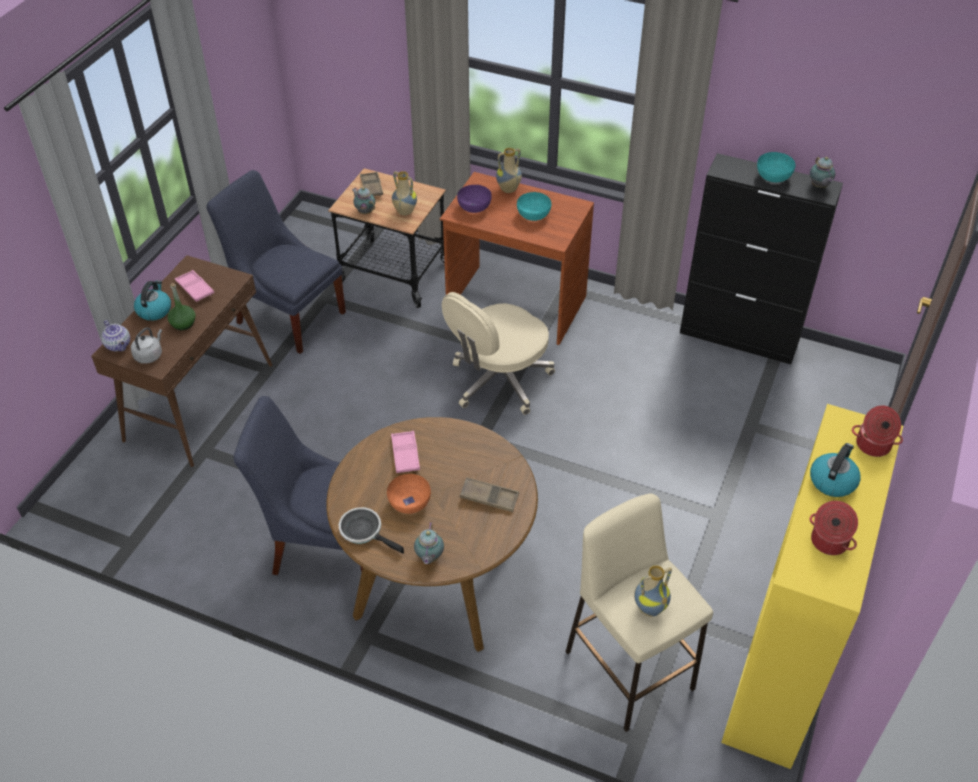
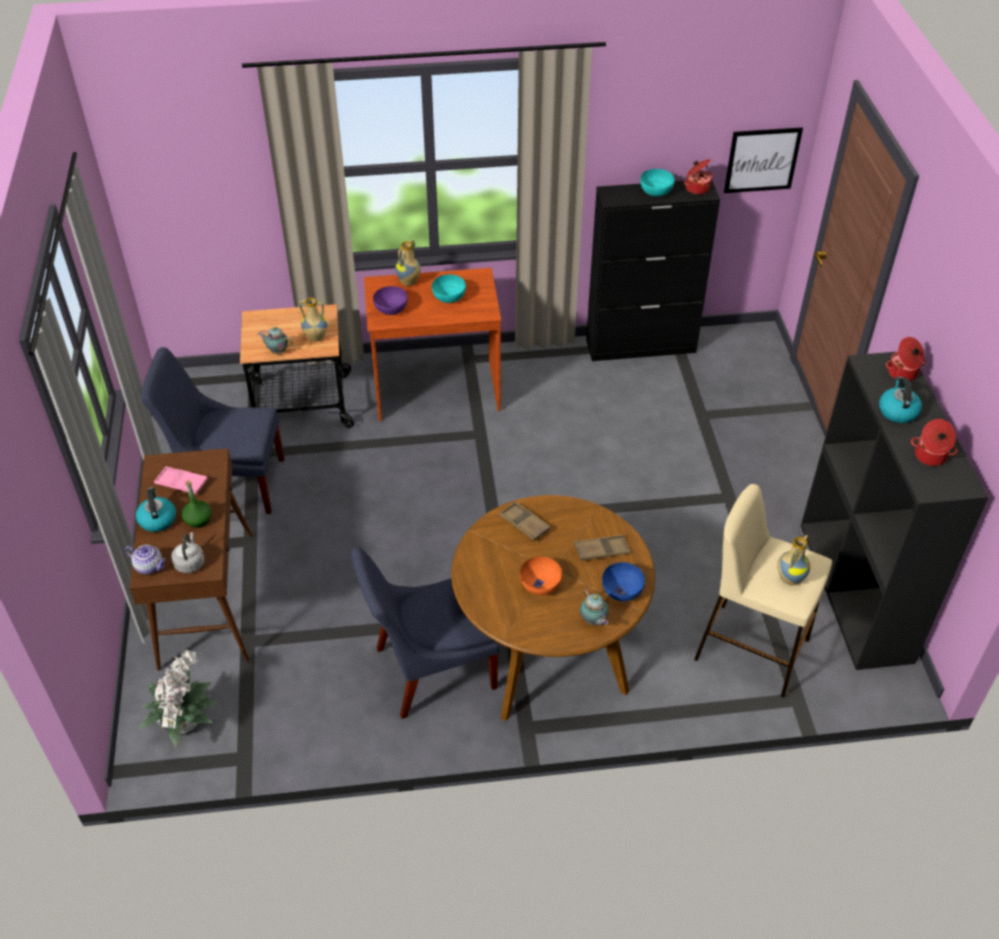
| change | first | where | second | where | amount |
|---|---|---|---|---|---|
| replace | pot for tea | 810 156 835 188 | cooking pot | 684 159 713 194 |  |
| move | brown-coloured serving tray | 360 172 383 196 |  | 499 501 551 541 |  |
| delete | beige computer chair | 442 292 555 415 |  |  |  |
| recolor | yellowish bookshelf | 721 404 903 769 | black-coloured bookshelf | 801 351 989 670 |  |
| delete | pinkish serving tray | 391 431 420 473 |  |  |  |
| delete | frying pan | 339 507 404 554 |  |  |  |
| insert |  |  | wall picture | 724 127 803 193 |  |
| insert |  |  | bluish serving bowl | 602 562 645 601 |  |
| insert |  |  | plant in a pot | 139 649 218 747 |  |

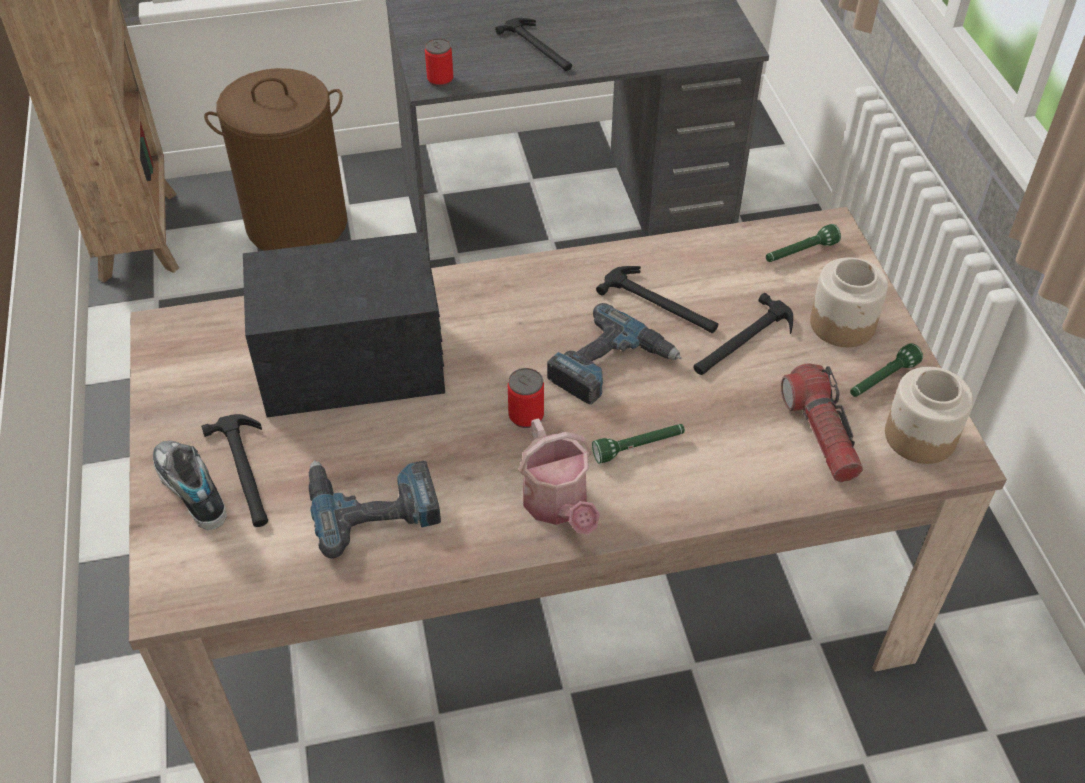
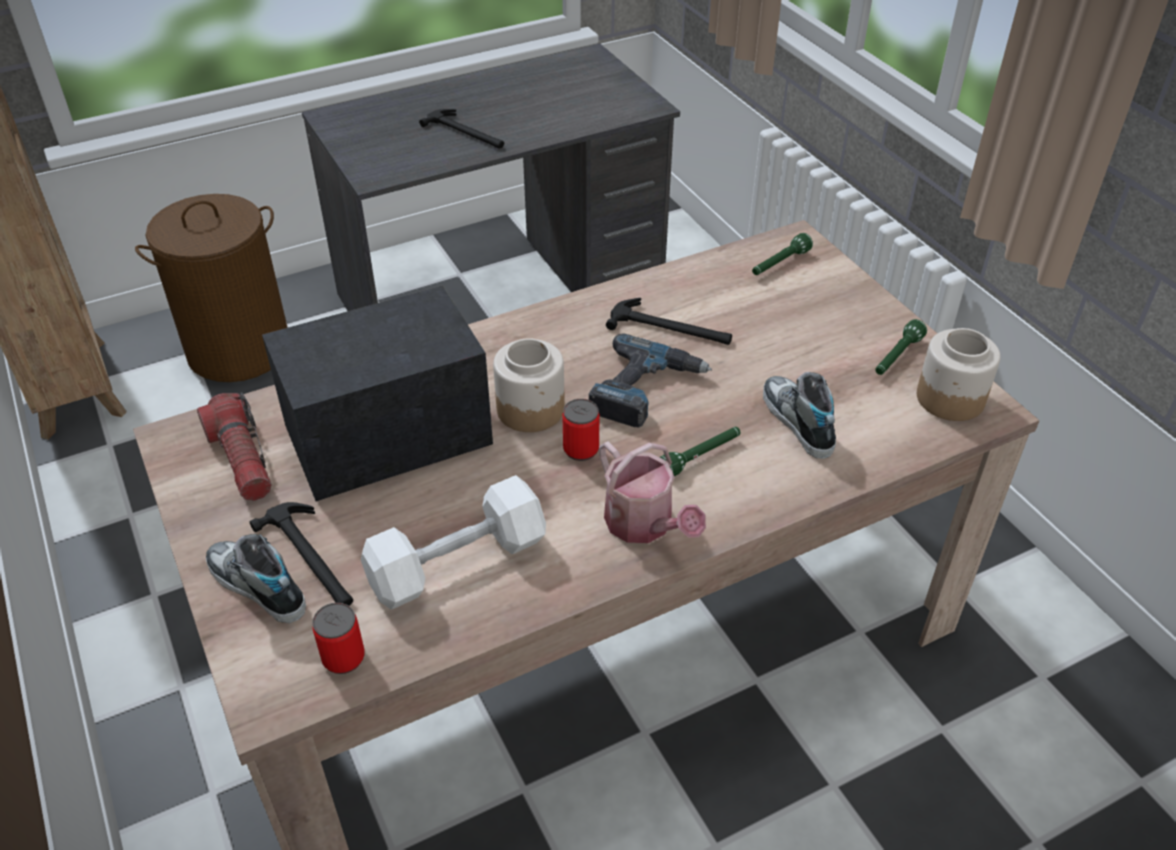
| change | first | where | second | where | amount |
|---|---|---|---|---|---|
| move | sealed can | 425 38 453 87 |  | 313 603 365 674 |  |
| move | storage jar | 810 257 888 347 |  | 493 338 565 432 |  |
| delete | hand hammer | 693 293 793 375 |  |  |  |
| move | torch | 781 363 863 482 |  | 197 392 272 501 |  |
| replace | drill | 309 460 441 559 | white-coloured free weight | 361 475 546 610 |  |
| insert |  |  | low shoe | 763 372 836 459 |  |

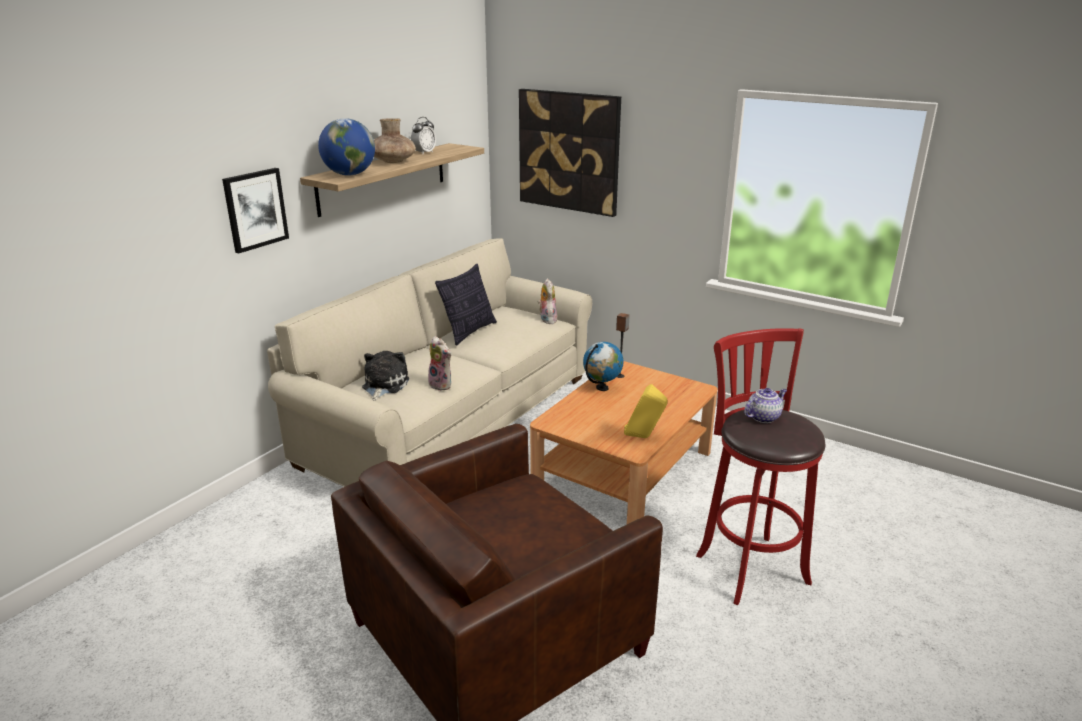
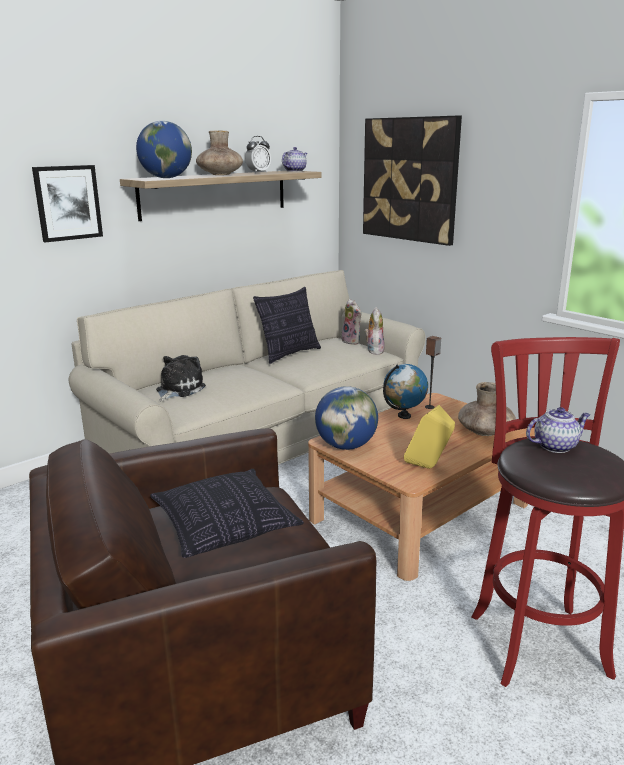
| change | first | where | second | where | amount |
|---|---|---|---|---|---|
| move | soft toy | 428 336 452 391 |  | 342 299 362 345 |  |
| insert |  |  | pot for tea | 282 147 307 172 |  |
| insert |  |  | brown-coloured decorative vase | 458 382 516 436 |  |
| insert |  |  | world globe | 315 386 378 450 |  |
| insert |  |  | pillow | 150 469 304 558 |  |

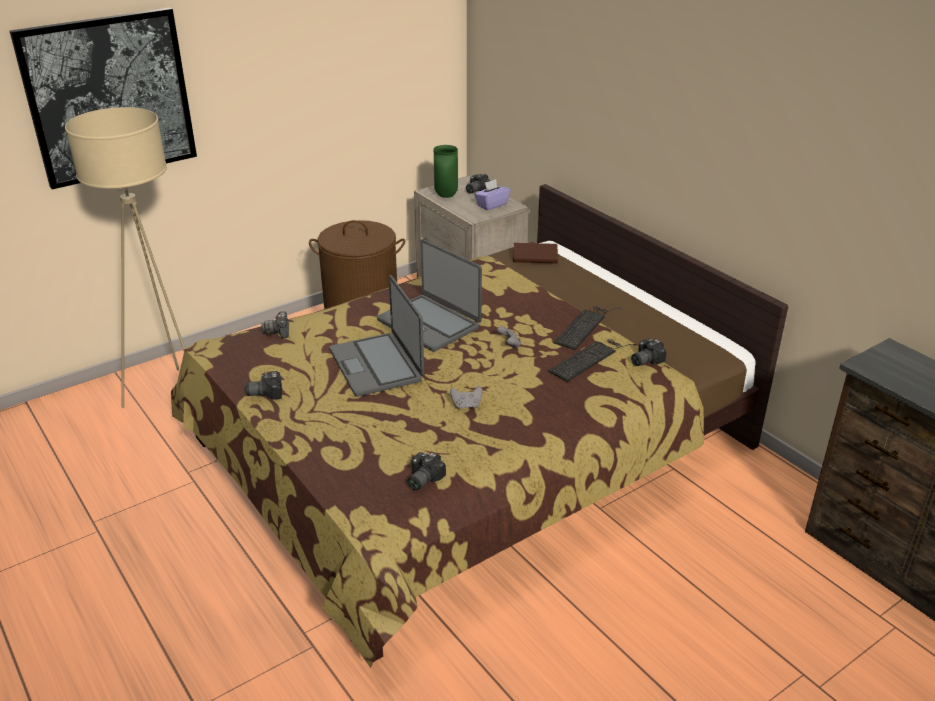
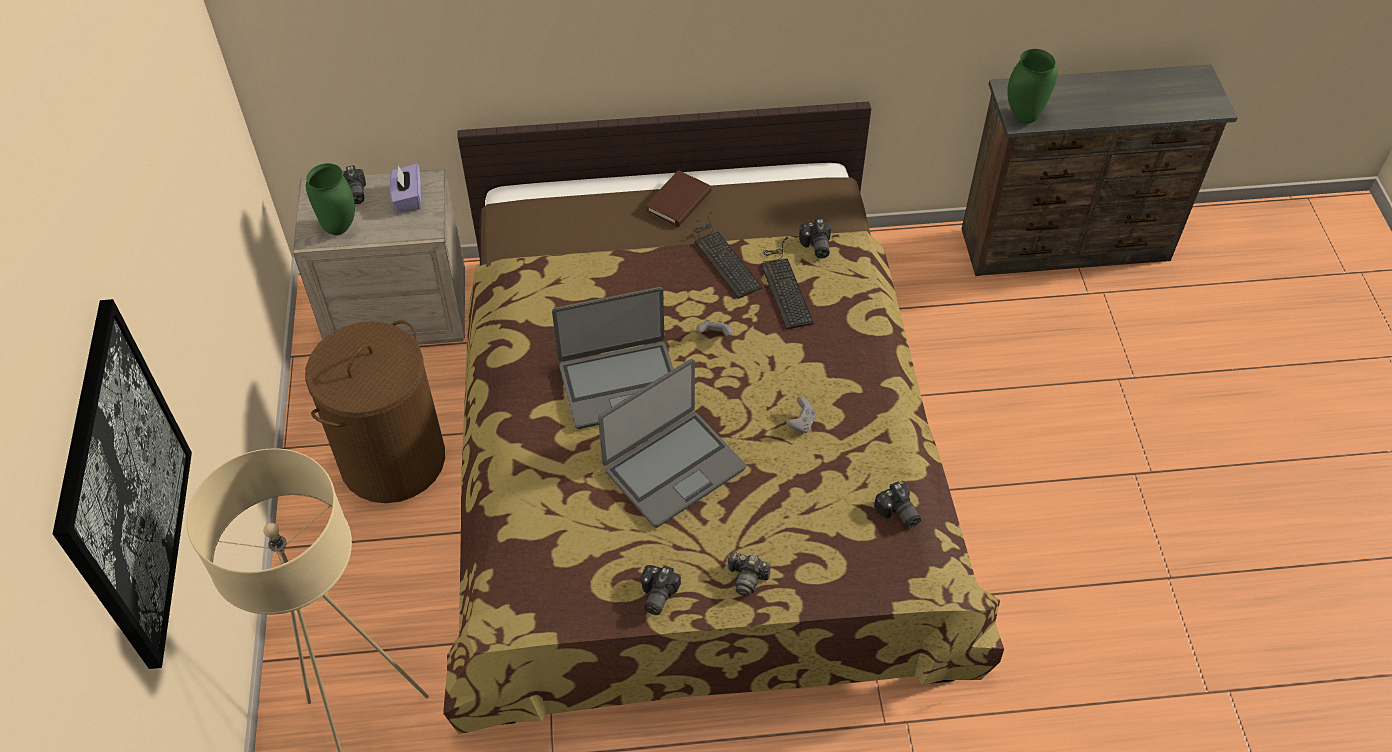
| change | first | where | second | where | amount |
|---|---|---|---|---|---|
| move | brown-coloured volume | 513 243 558 263 |  | 645 170 712 227 |  |
| rotate | laptop | 330 275 424 397 |  | 598 359 746 528 | 45 degrees counterclockwise |
| move | photo camera | 261 311 289 339 |  | 727 552 770 596 |  |
| insert |  |  | green-coloured decorative vase | 1007 49 1058 124 |  |

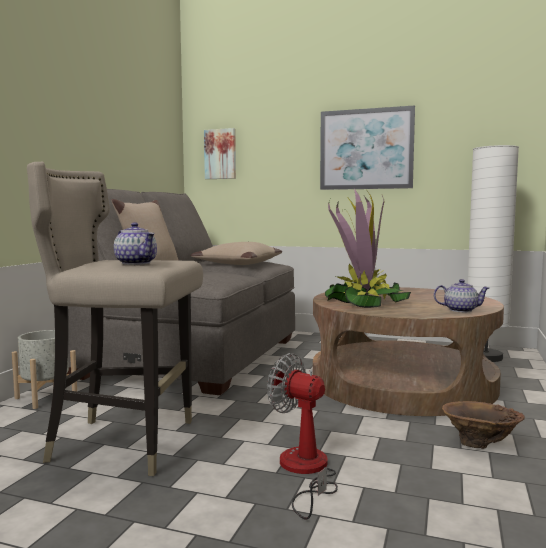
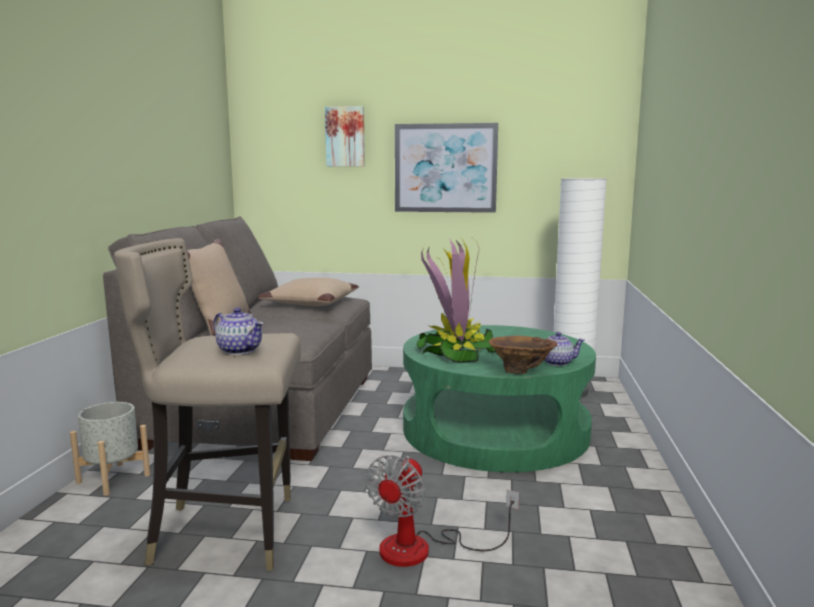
| change | first | where | second | where | amount |
|---|---|---|---|---|---|
| move | wall picture | 204 128 236 179 |  | 325 106 365 167 |  |
| recolor | brown-coloured coffee table | 313 287 504 416 | green-coloured coffee table | 403 325 596 472 |  |
| rotate | cooling fan | 267 353 338 520 |  | 366 455 519 567 | 90 degrees counterclockwise |
| move | brown-coloured decorative vase | 442 401 525 449 |  | 489 336 557 374 |  |

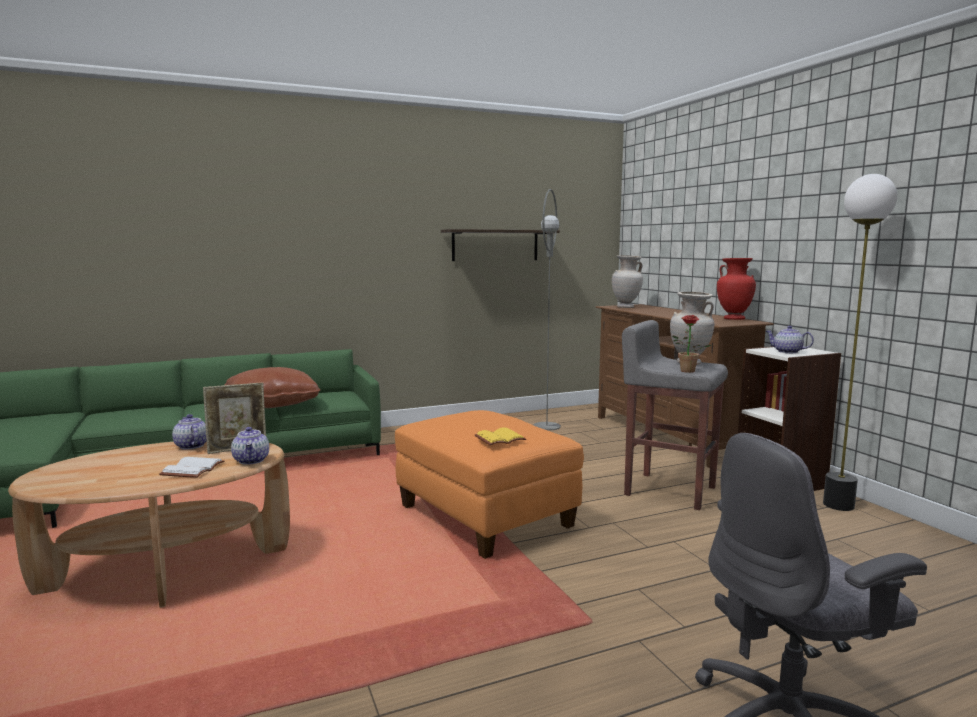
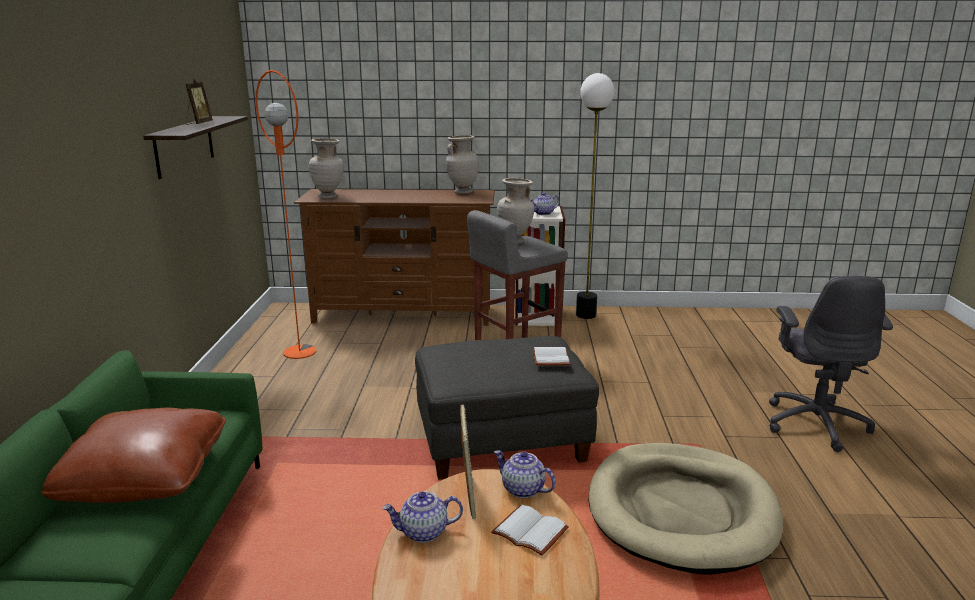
| change | first | where | second | where | amount |
|---|---|---|---|---|---|
| recolor | grey standing lamp | 533 189 561 431 | orange-coloured standing lamp | 255 70 316 359 |  |
| recolor | red-coloured decorative vase | 717 258 756 320 | beige decorative vase | 446 135 479 194 |  |
| delete | plant in a pot | 672 315 711 373 |  |  |  |
| recolor | orange-coloured ottoman | 395 410 584 559 | grey ottoman | 415 336 599 480 |  |
| rotate | pot for tea | 231 427 269 465 |  | 494 450 556 498 | 150 degrees counterclockwise |
| recolor | yellowish volume | 475 427 526 445 | white-coloured volume | 532 347 570 365 |  |
| insert |  |  | photo frame | 185 78 213 125 |  |
| insert |  |  | beige dog cushion | 589 443 783 575 |  |

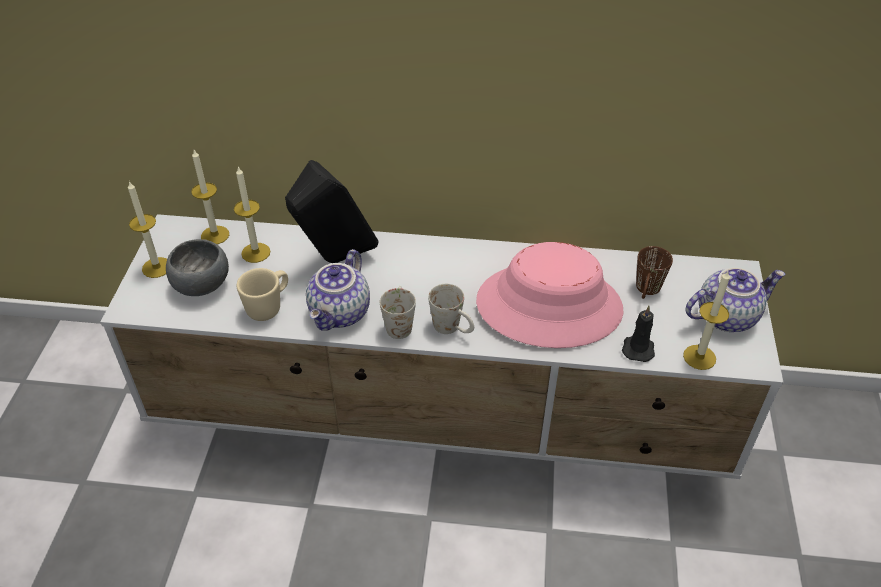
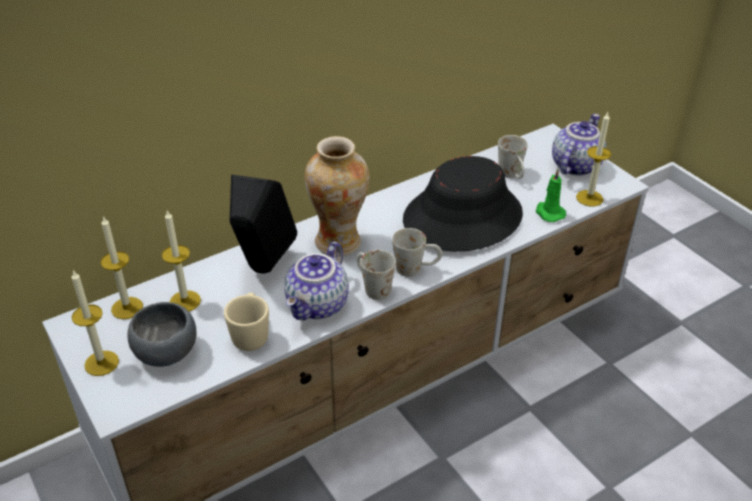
| change | first | where | second | where | amount |
|---|---|---|---|---|---|
| recolor | pinkish wearable hat | 476 242 623 348 | black-coloured wearable hat | 403 156 523 252 |  |
| recolor | brown-coloured coffee mug | 636 246 673 299 | white-coloured coffee mug | 498 135 528 179 |  |
| rotate | pot for tea | 306 249 370 330 |  | 284 242 349 320 | 45 degrees clockwise |
| recolor | black-coloured candle | 622 306 655 362 | green-coloured candle | 536 169 566 222 |  |
| insert |  |  | decorative vase | 305 136 369 257 |  |

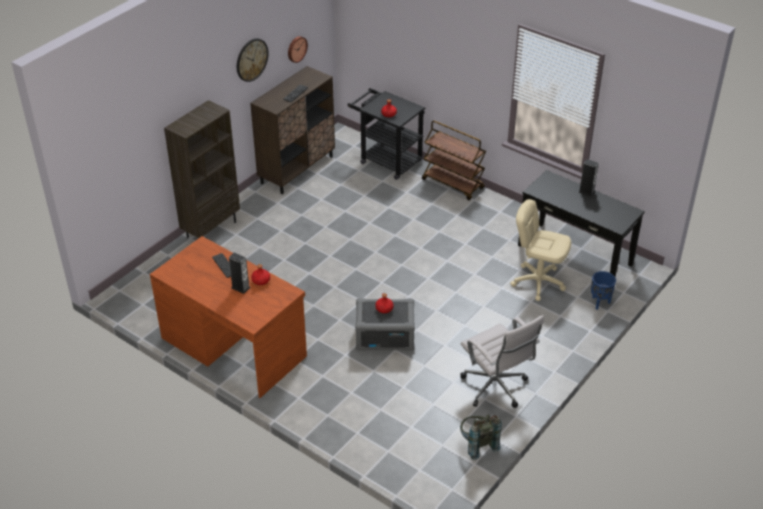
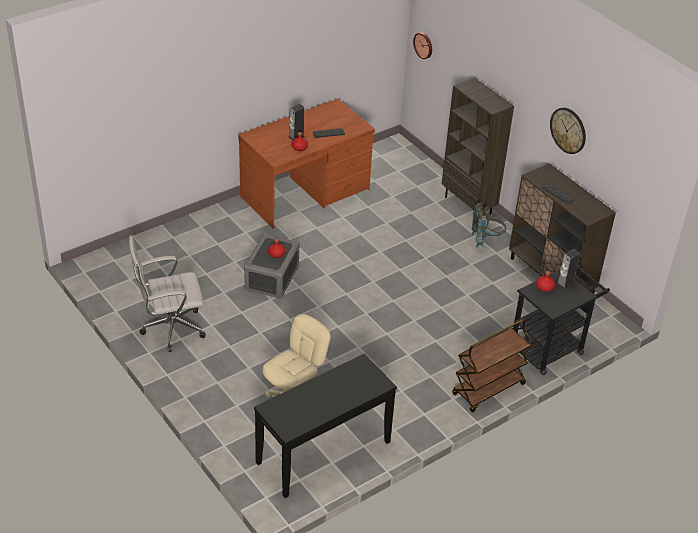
| change | first | where | second | where | amount |
|---|---|---|---|---|---|
| move | wall clock | 288 36 308 63 |  | 413 32 432 59 |  |
| move | speaker | 579 159 599 197 |  | 557 249 580 289 |  |
| delete | bluish plant pot | 591 271 616 310 |  |  |  |
| move | grey knapsack | 460 414 502 460 |  | 472 201 506 248 |  |

